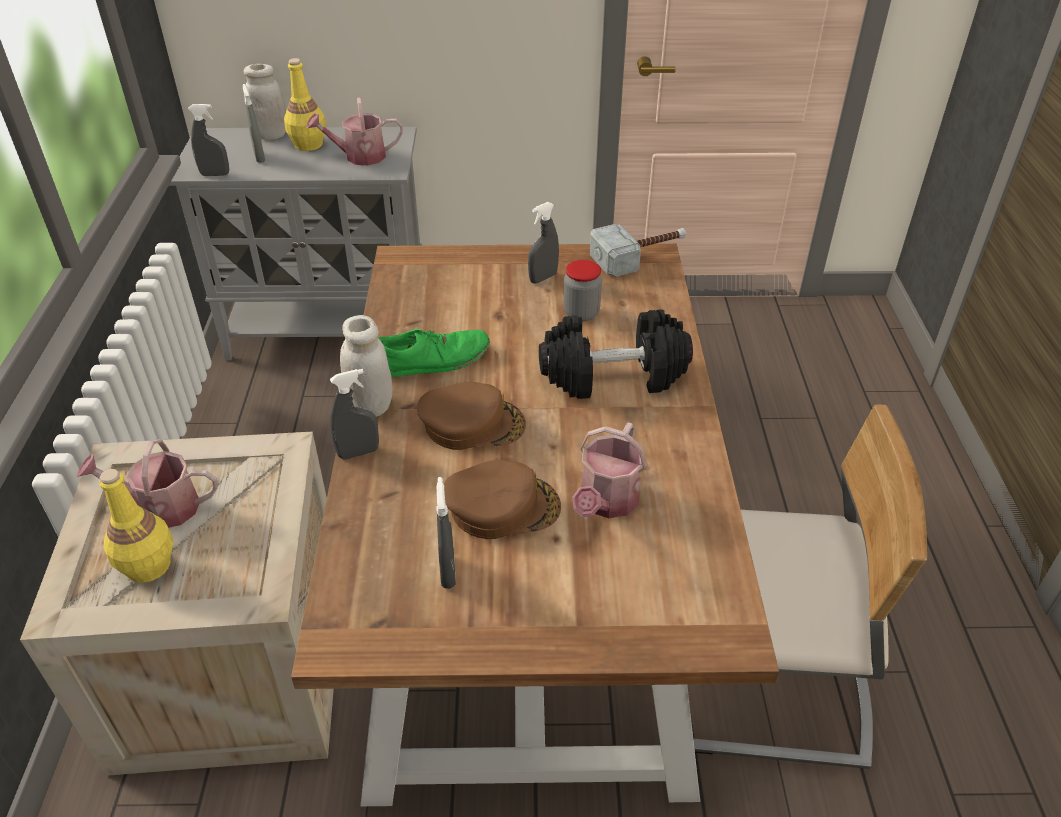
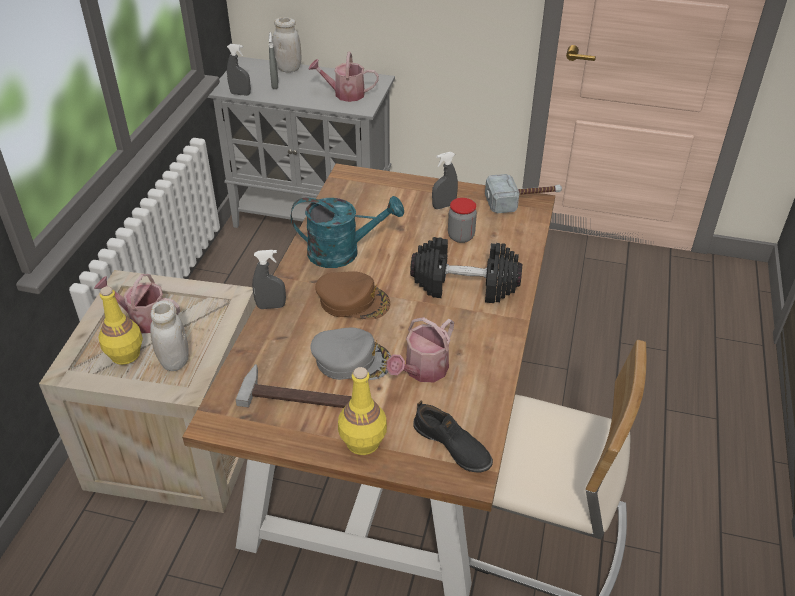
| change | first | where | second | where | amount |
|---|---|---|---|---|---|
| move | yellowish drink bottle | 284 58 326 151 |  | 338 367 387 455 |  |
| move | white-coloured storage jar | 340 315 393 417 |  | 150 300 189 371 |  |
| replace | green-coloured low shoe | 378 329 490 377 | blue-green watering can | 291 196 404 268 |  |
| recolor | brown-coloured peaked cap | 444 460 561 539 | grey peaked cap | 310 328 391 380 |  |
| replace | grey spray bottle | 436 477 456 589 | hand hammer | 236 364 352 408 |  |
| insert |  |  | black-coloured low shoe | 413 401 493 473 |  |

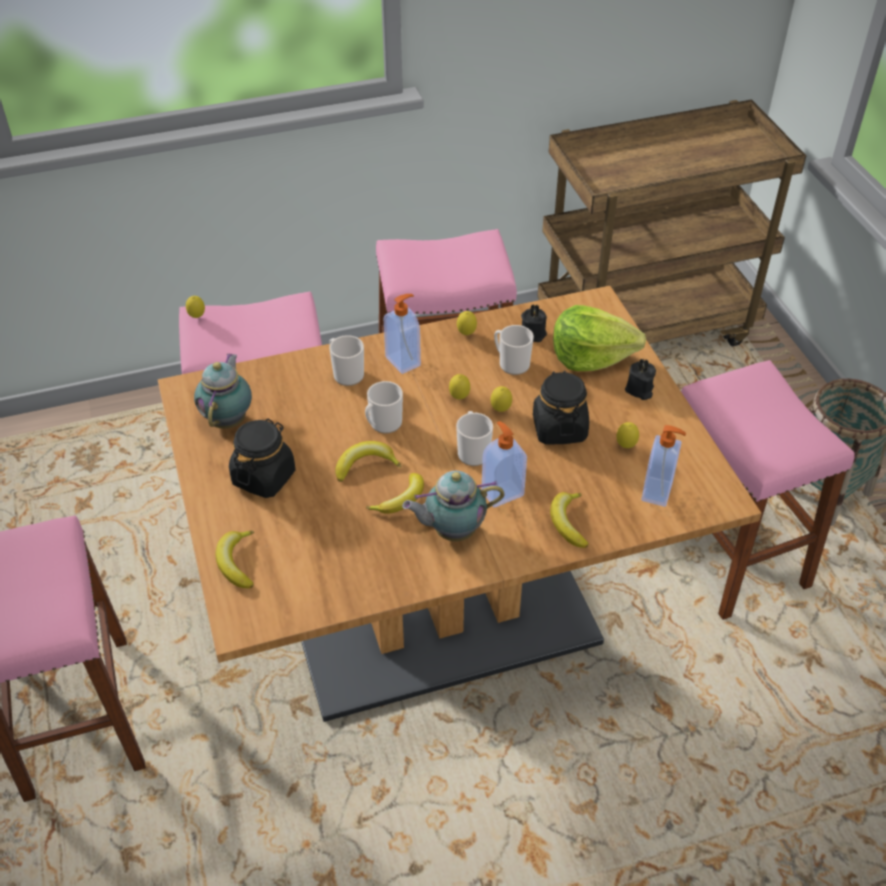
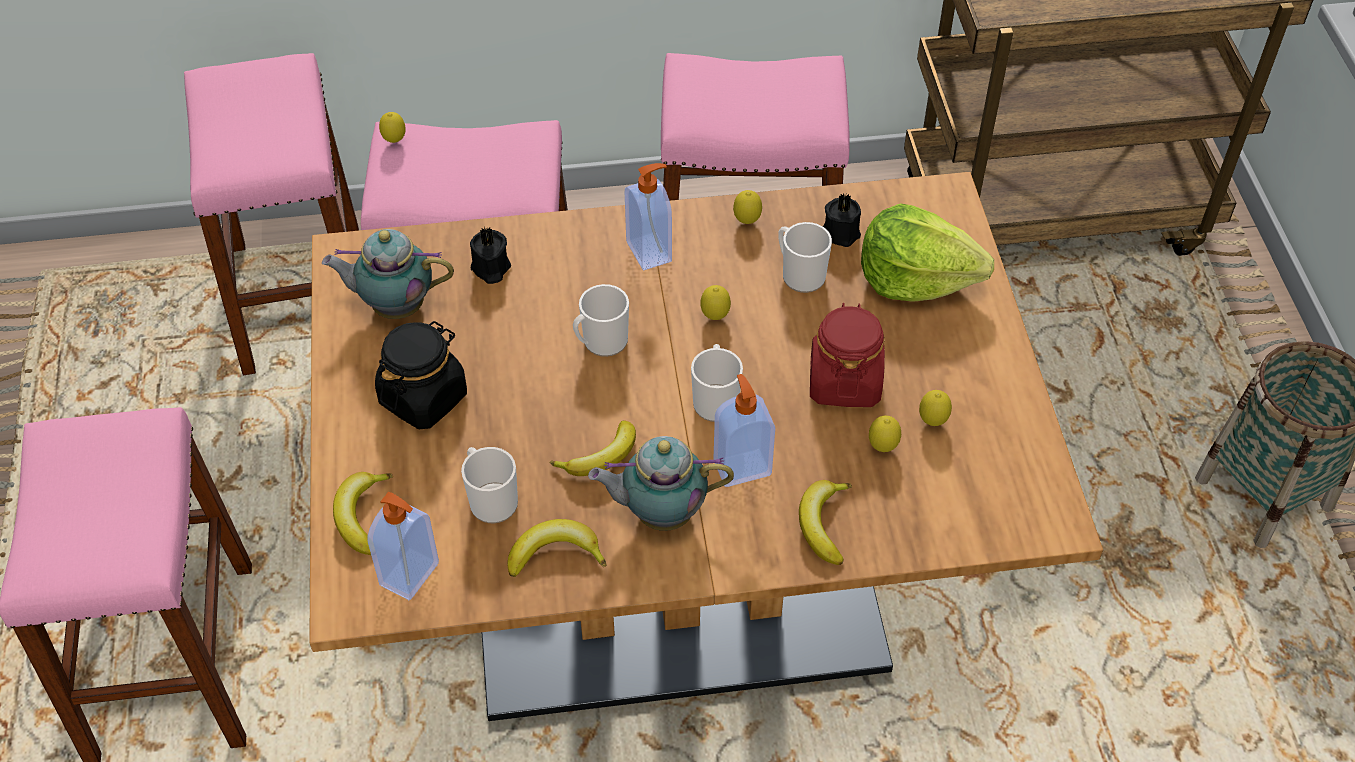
| change | first | where | second | where | amount |
|---|---|---|---|---|---|
| move | coffee mug | 329 335 364 386 |  | 461 447 518 523 |  |
| rotate | pot for tea | 194 353 252 429 |  | 322 229 454 319 | 105 degrees counterclockwise |
| move | black-coloured candle | 625 358 656 400 |  | 470 227 511 284 |  |
| move | pinkish stool seat | 681 360 855 620 |  | 184 53 359 376 |  |
| recolor | black-coloured storage jar | 533 370 589 445 | red-coloured storage jar | 810 303 885 407 |  |
| move | whole lemon | 491 386 512 412 |  | 869 416 901 452 |  |
| move | soap bottle | 641 425 686 507 |  | 368 492 439 600 |  |
| move | banana fruit | 335 441 402 482 |  | 508 519 607 577 |  |

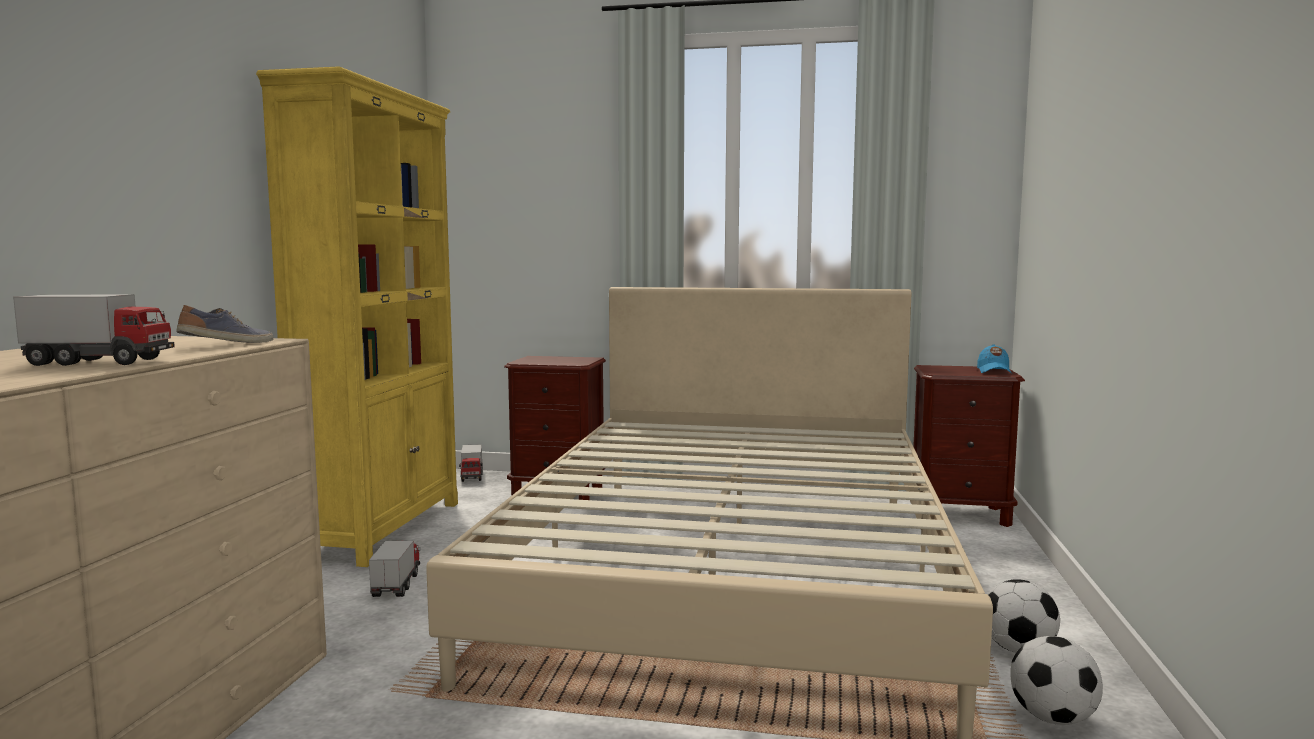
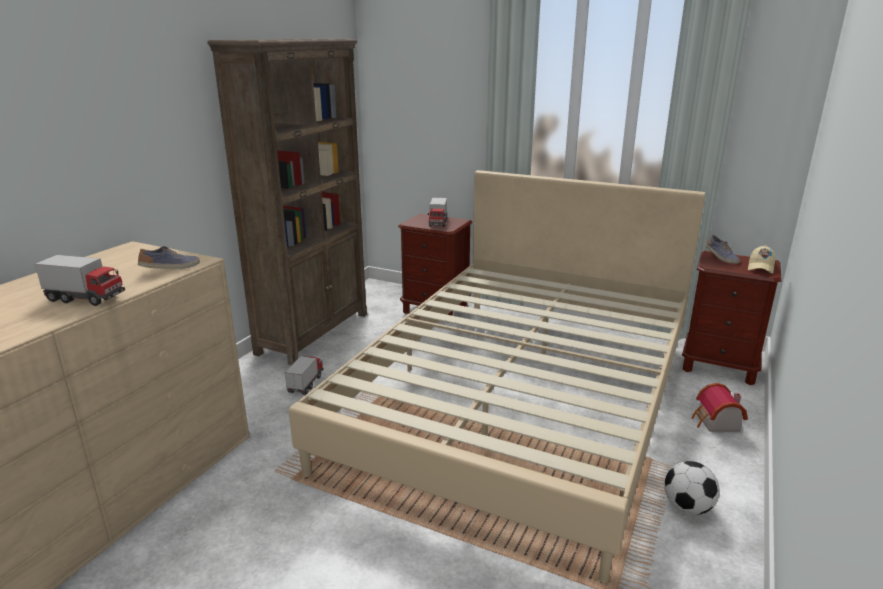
| change | first | where | second | where | amount |
|---|---|---|---|---|---|
| recolor | yellowish bookshelf | 256 66 458 567 | brown-coloured bookshelf | 207 39 367 365 |  |
| recolor | bluish peaked cap | 977 344 1012 374 | beige peaked cap | 748 245 775 274 |  |
| move | model truck | 459 444 483 482 |  | 428 197 447 227 |  |
| delete | football | 1010 636 1103 725 |  |  |  |
| insert |  |  | low shoe | 706 235 740 264 |  |
| insert |  |  | toy house | 691 383 748 432 |  |

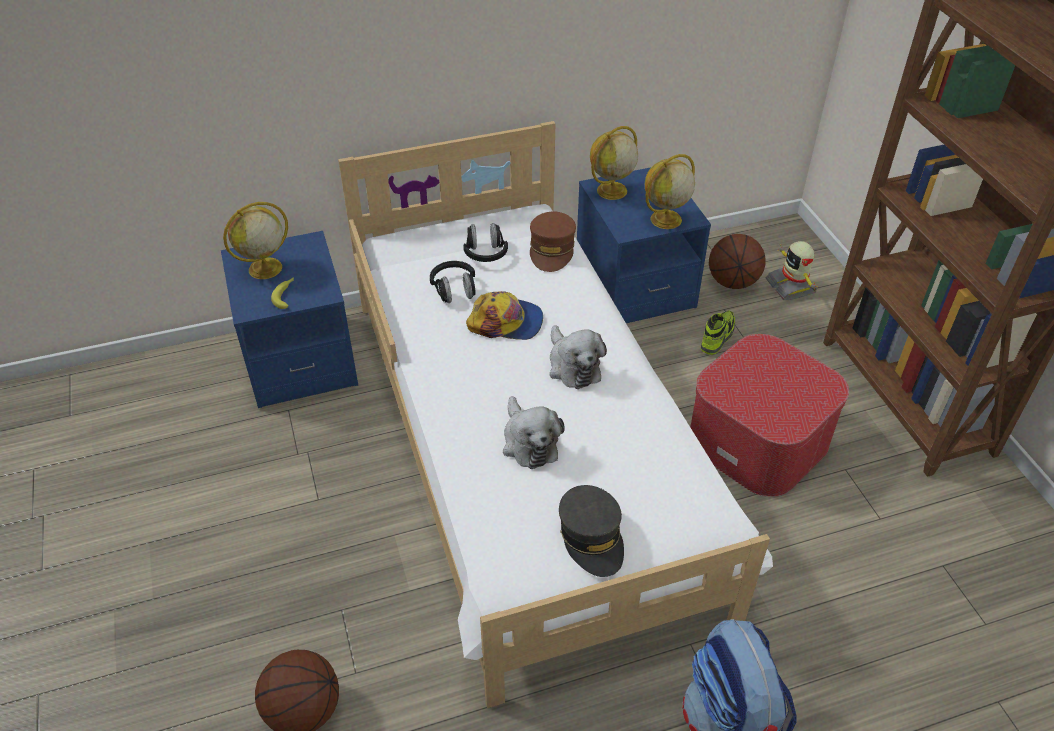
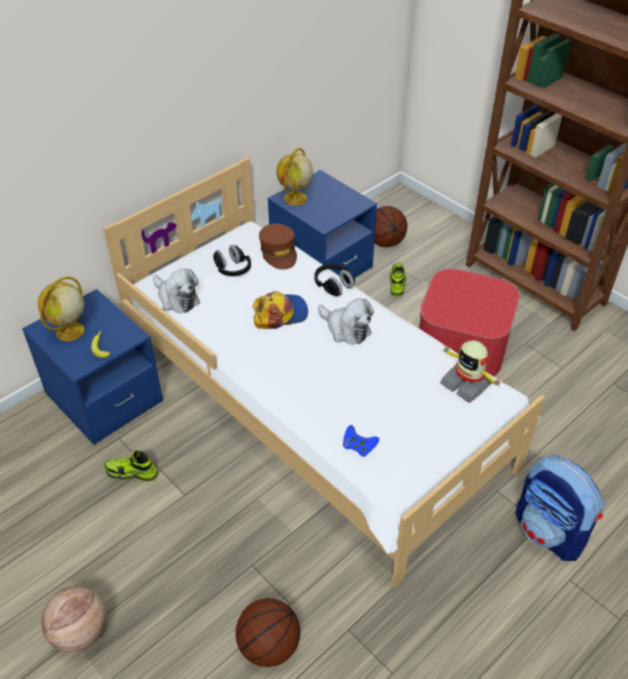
| change | first | where | second | where | amount |
|---|---|---|---|---|---|
| delete | world globe | 645 154 695 229 |  |  |  |
| move | robot figure | 766 241 818 300 |  | 440 340 503 403 |  |
| move | black-coloured headset | 430 261 476 303 |  | 314 264 355 296 |  |
| move | soft toy | 503 396 565 469 |  | 153 268 200 313 |  |
| delete | grey peaked cap | 559 485 624 577 |  |  |  |
| insert |  |  | bluish gamepad | 343 425 379 457 |  |
| insert |  |  | low shoe | 104 450 158 482 |  |
| insert |  |  | ball for basketball | 41 586 107 653 |  |

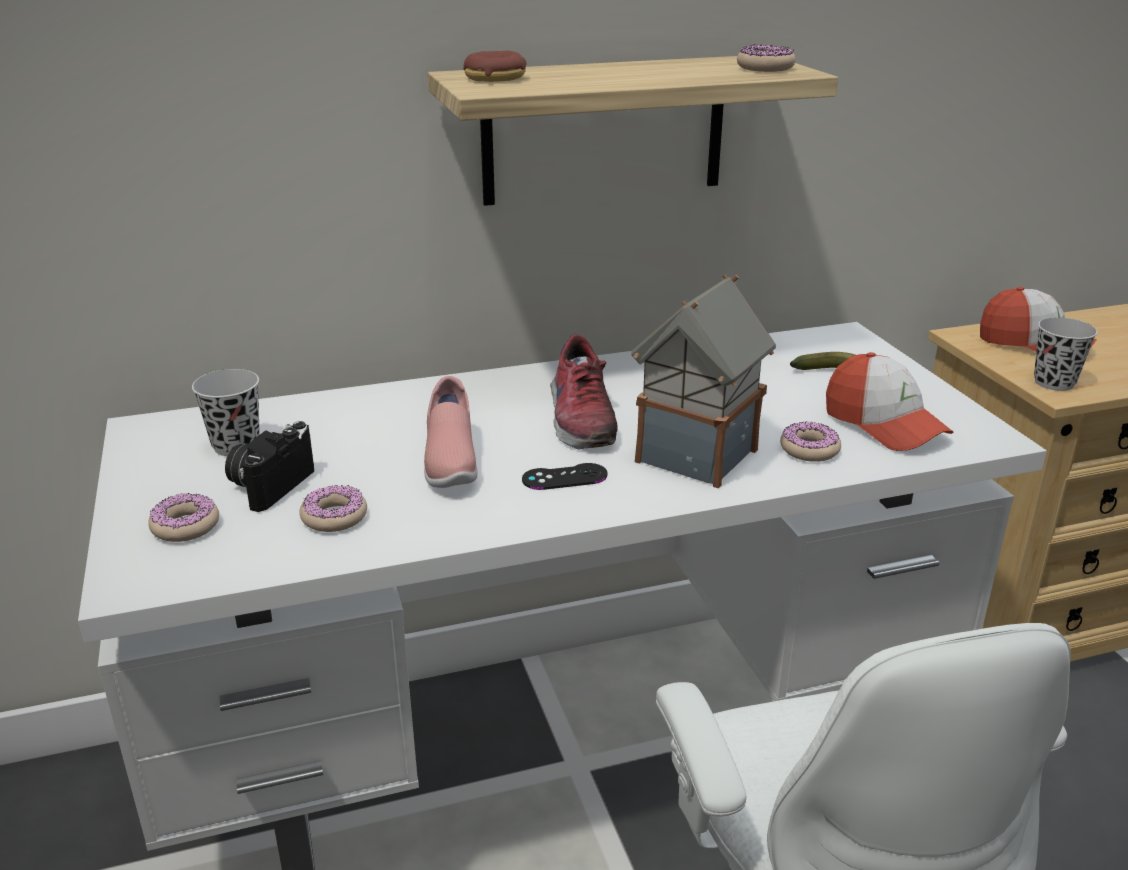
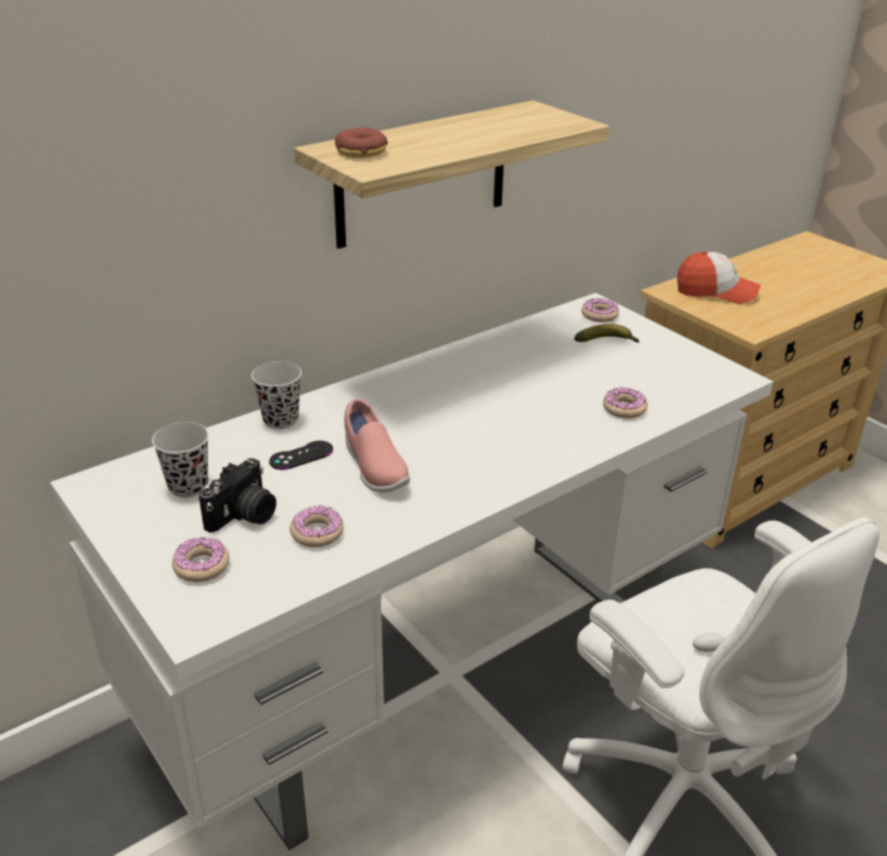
| change | first | where | second | where | amount |
|---|---|---|---|---|---|
| move | doughnut | 737 44 796 72 |  | 581 298 619 322 |  |
| delete | toy house | 631 274 776 488 |  |  |  |
| move | black-coloured small cup | 1034 317 1098 391 |  | 251 361 302 429 |  |
| delete | low shoe | 550 334 617 450 |  |  |  |
| delete | peaked cap | 826 352 954 451 |  |  |  |
| rotate | photo camera | 225 421 314 512 |  | 199 458 276 533 | 150 degrees counterclockwise |
| move | black-coloured gamepad | 522 463 608 490 |  | 269 441 333 470 |  |

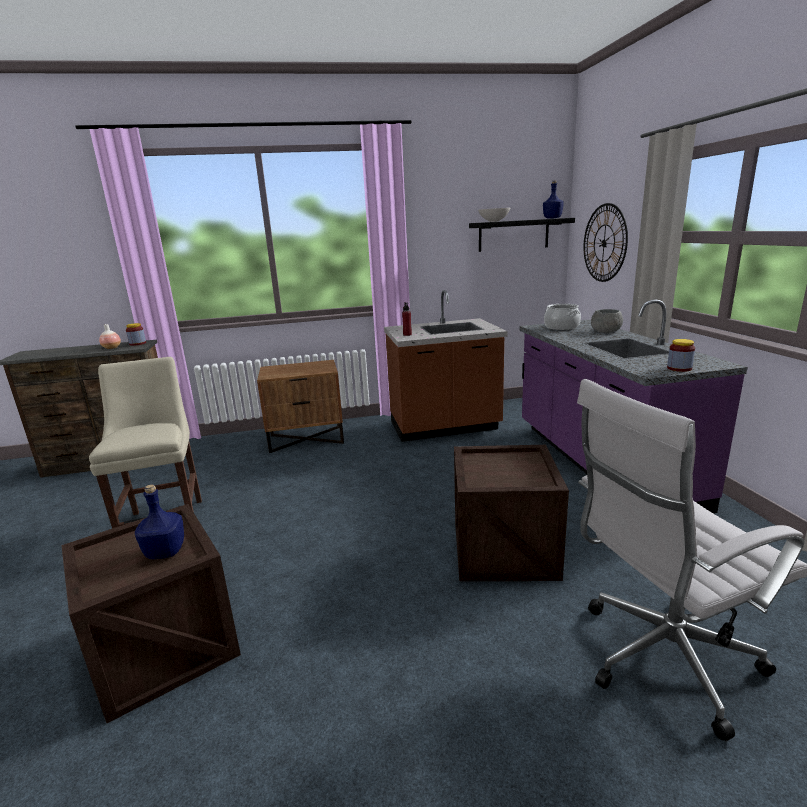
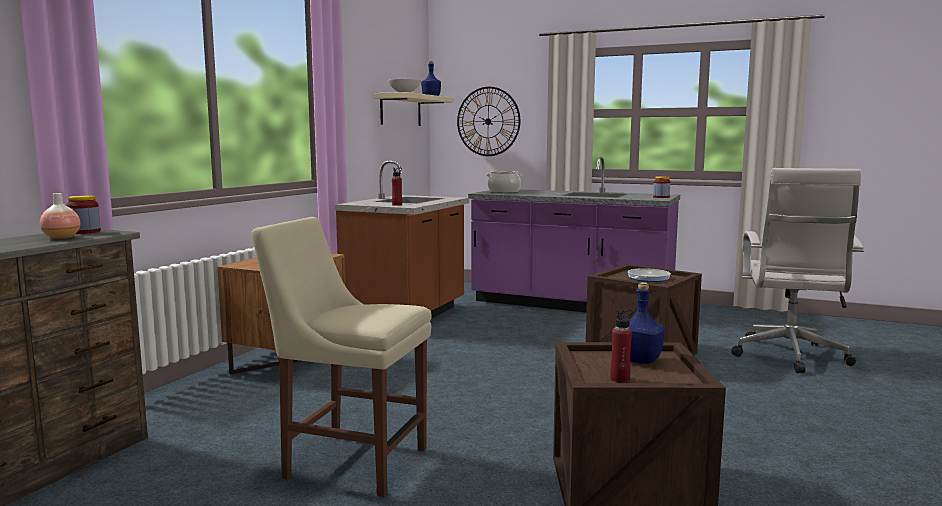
| change | first | where | second | where | amount |
|---|---|---|---|---|---|
| recolor | black-coloured bracket shelf | 469 218 575 252 | beige bracket shelf | 374 92 454 126 |  |
| delete | grey serving bowl | 591 309 623 333 |  |  |  |
| insert |  |  | frying pan | 628 268 671 282 |  |
| insert |  |  | red-coloured drink bottle | 610 309 633 383 |  |

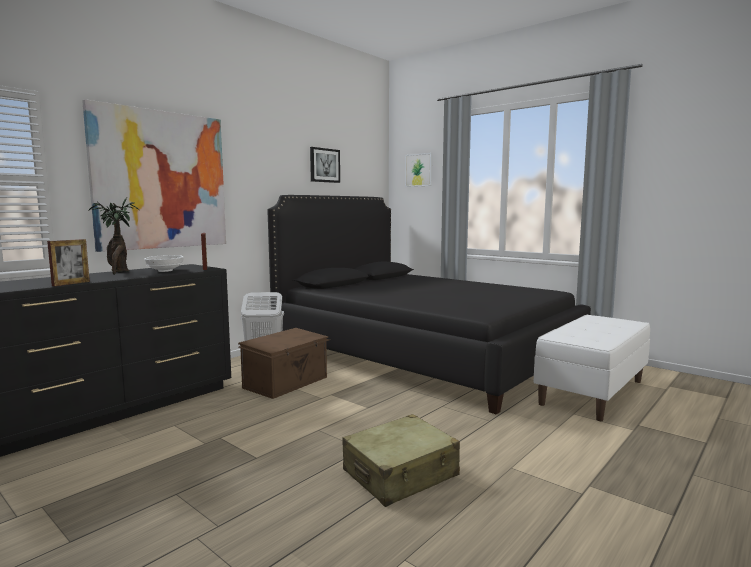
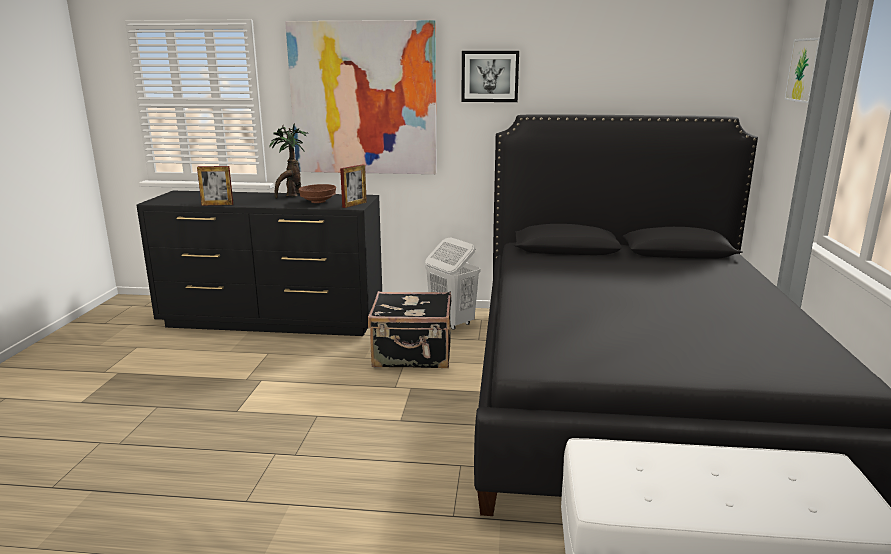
| change | first | where | second | where | amount |
|---|---|---|---|---|---|
| move | wall picture | 310 147 340 183 |  | 461 51 519 102 |  |
| recolor | white-coloured serving bowl | 144 255 184 272 | brown-coloured serving bowl | 298 184 336 203 |  |
| replace | brown-coloured storage container | 238 328 330 399 | black-coloured piece of luggage | 368 291 451 368 |  |
| delete | beige piece of luggage | 342 414 460 507 |  |  |  |

